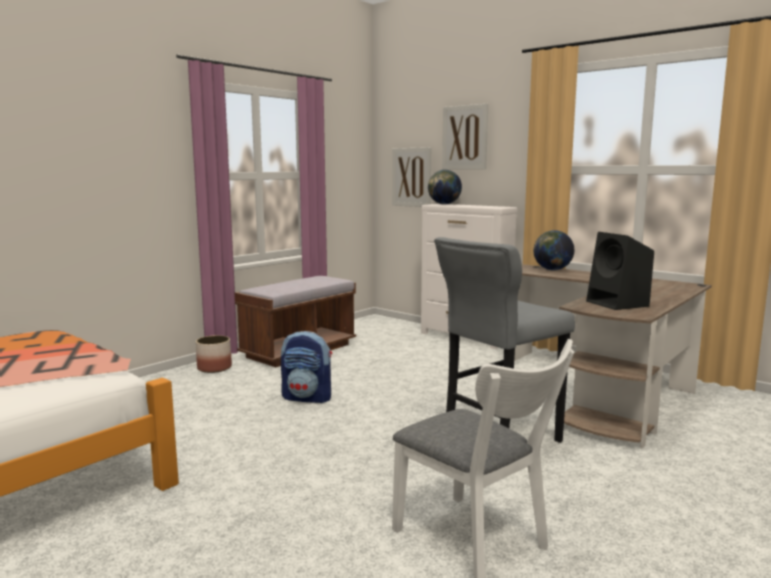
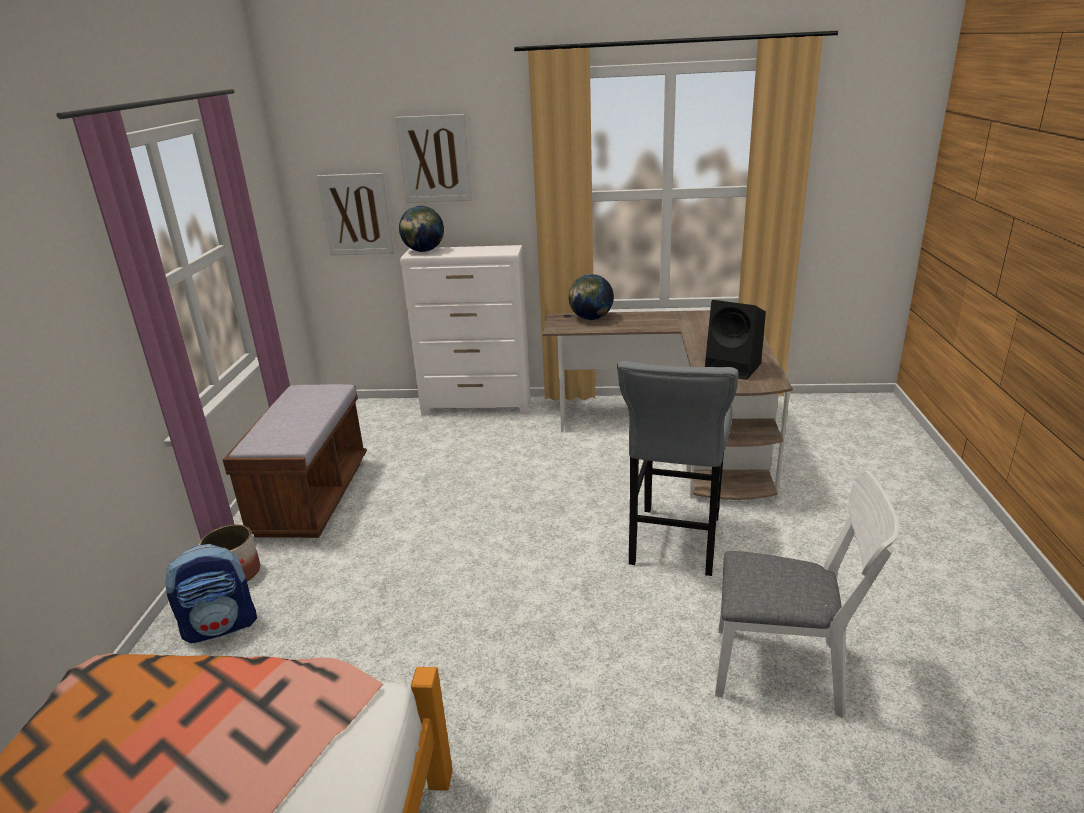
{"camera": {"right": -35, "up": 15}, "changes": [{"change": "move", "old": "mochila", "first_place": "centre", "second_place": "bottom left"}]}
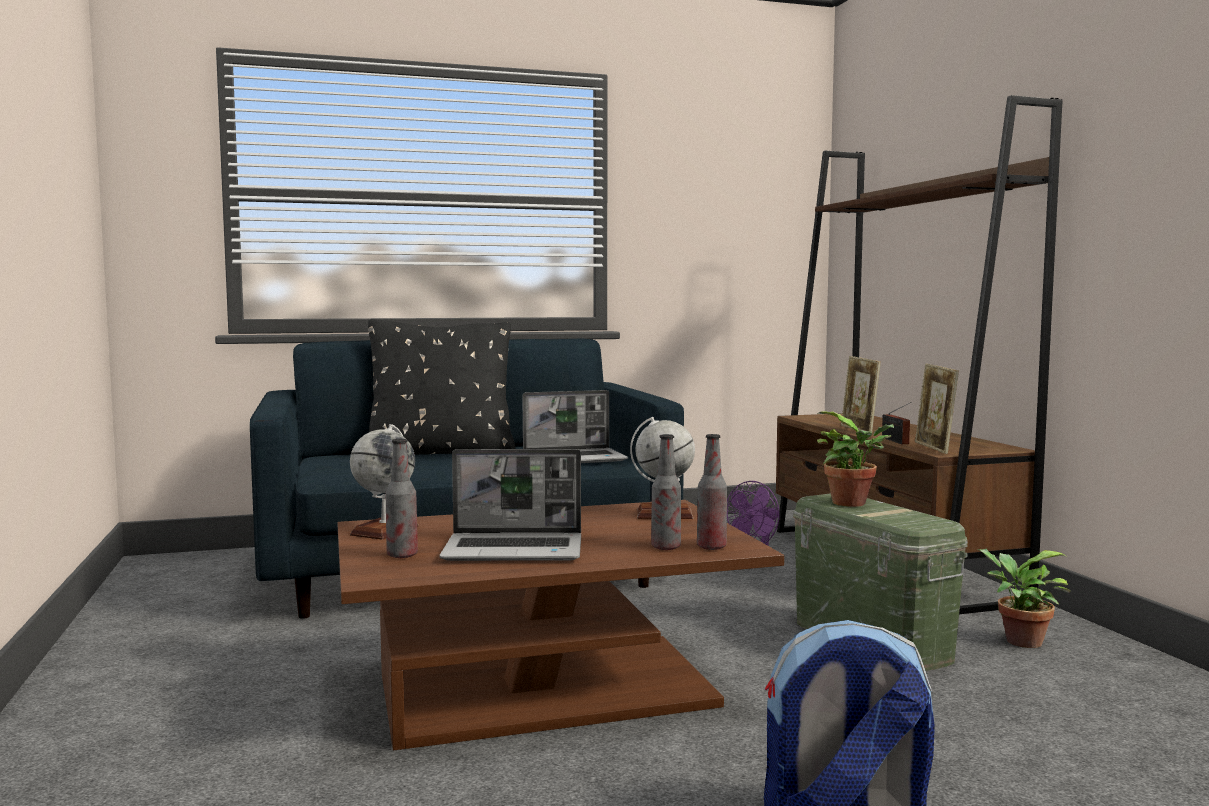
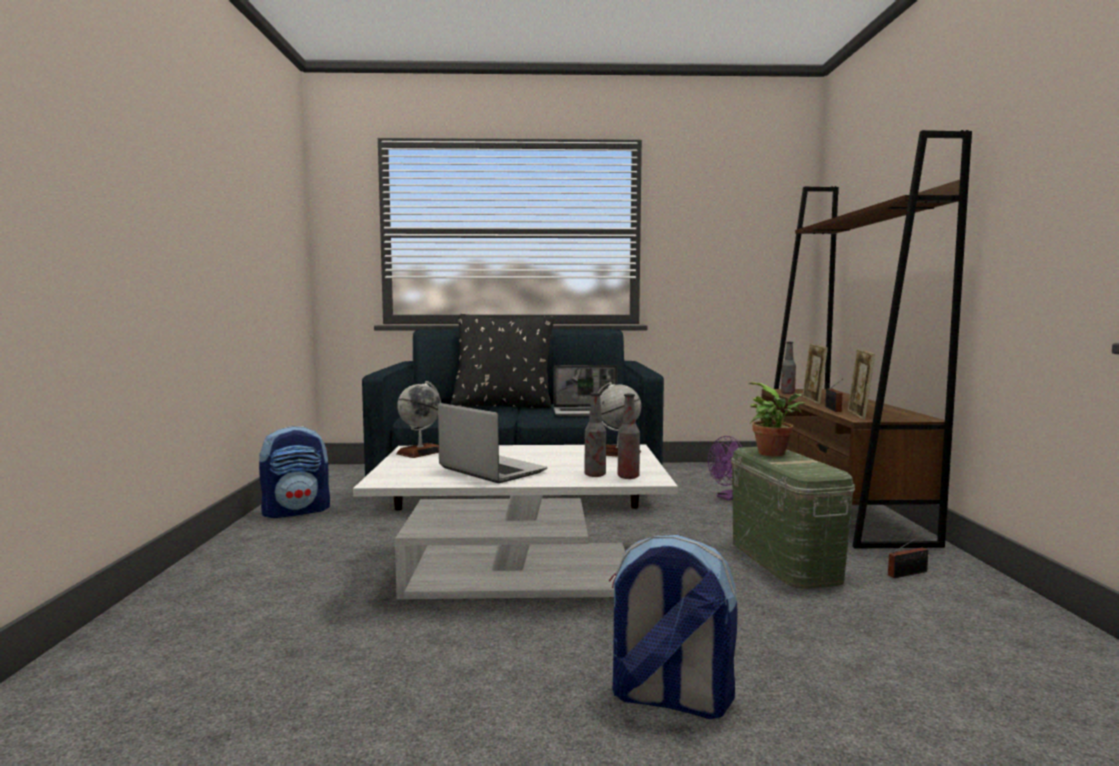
{"camera": {"right": 15, "up": 0}, "changes": [{"change": "recolor", "old": "mesa de centro (marrón)", "new": "mesa de centro (blanco)", "first_place": "bottom centre", "second_place": "bottom centre"}, {"change": "move", "old": "botella (1st from left in the first image)", "new": "botella (3rd from left)", "first_place": "middle left", "second_place": "middle right"}, {"change": "rotate", "old": "portátil (1st from left)", "first_place": "centre", "second_place": "centre", "degrees": -150}, {"change": "replace", "old": "planta en maceta (2nd from left)", "new": "radio (2nd from left)", "first_place": "bottom right", "second_place": "bottom right"}, {"change": "insert", "new": "mochila (1st from left)", "second_place": "middle left"}]}
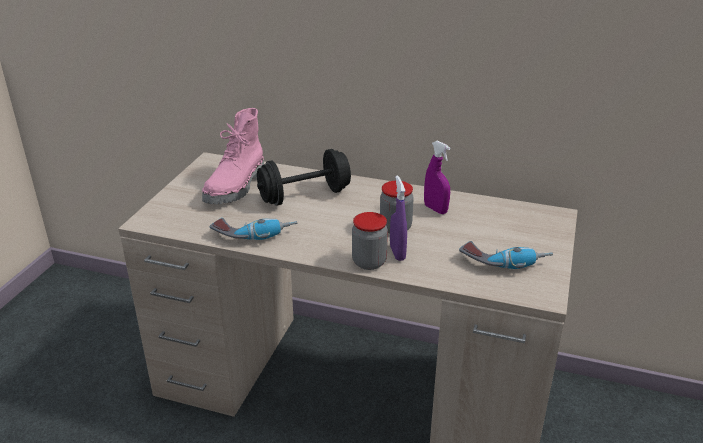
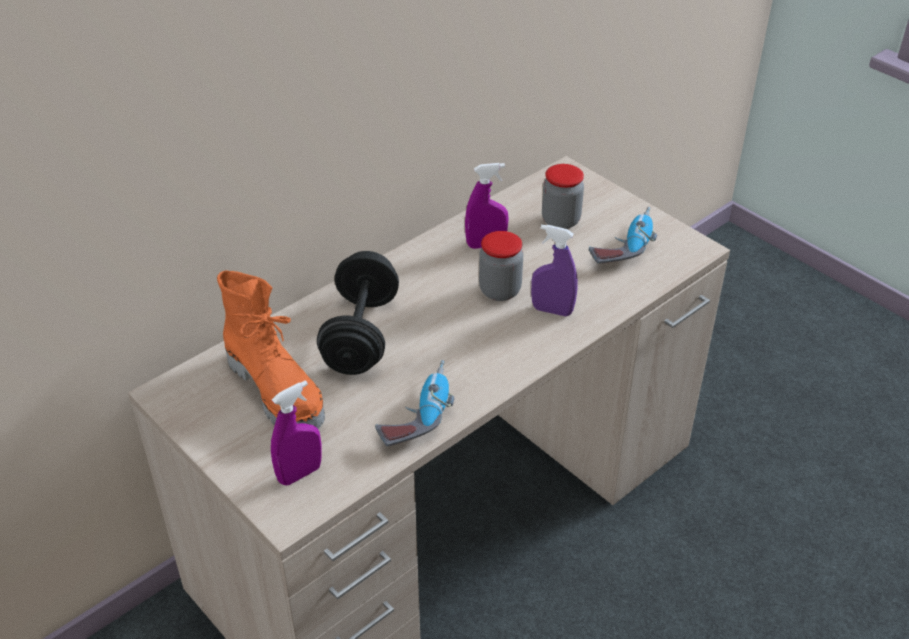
{"camera": {"right": -60, "up": 10}, "changes": [{"change": "recolor", "old": "bota (rosa)", "new": "bota (naranja)", "first_place": "middle left", "second_place": "middle left"}, {"change": "move", "old": "tarro (1st from left in the first image)", "new": "tarro (2nd from left)", "first_place": "centre", "second_place": "top centre"}, {"change": "insert", "new": "pulverizador (morado) (1st from left)", "second_place": "bottom left"}]}
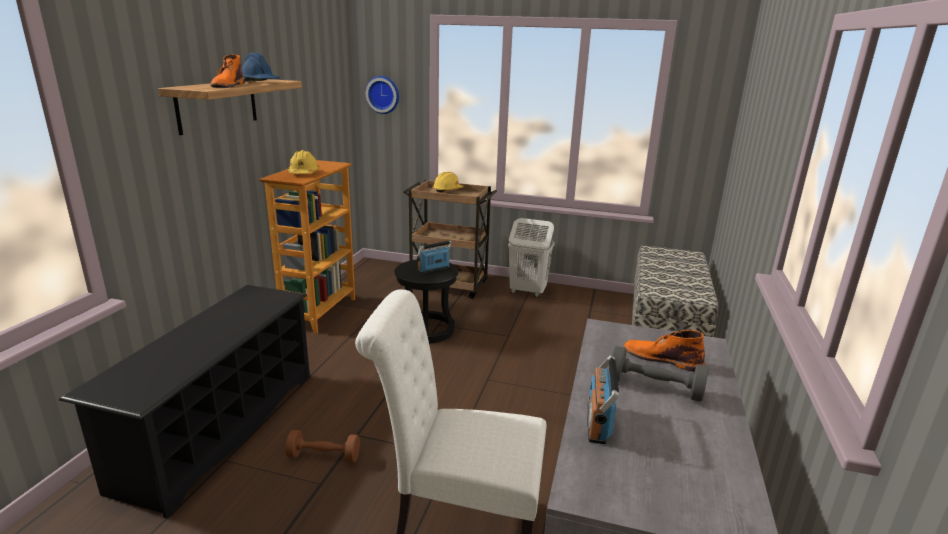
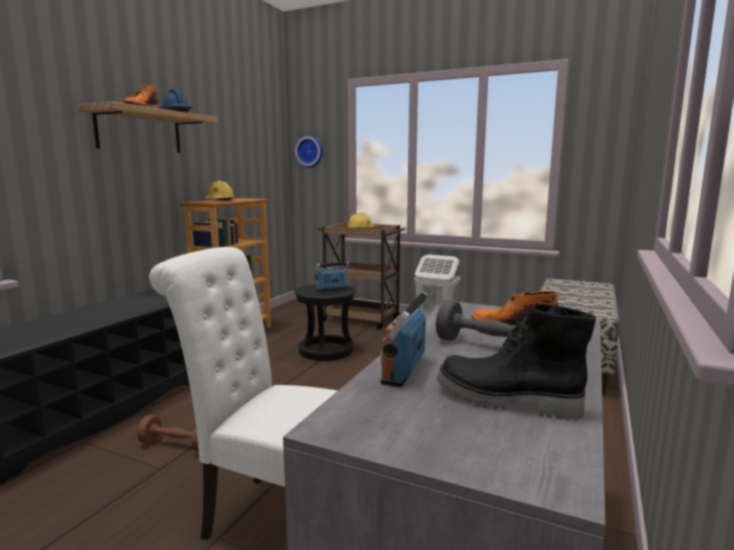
{"camera": {"right": 10, "up": -10}, "changes": [{"change": "insert", "new": "bota (negro)", "second_place": "middle right"}]}
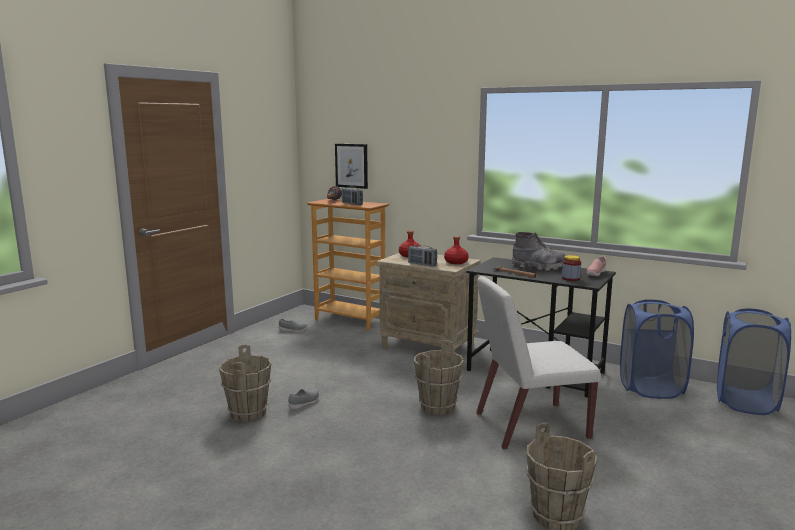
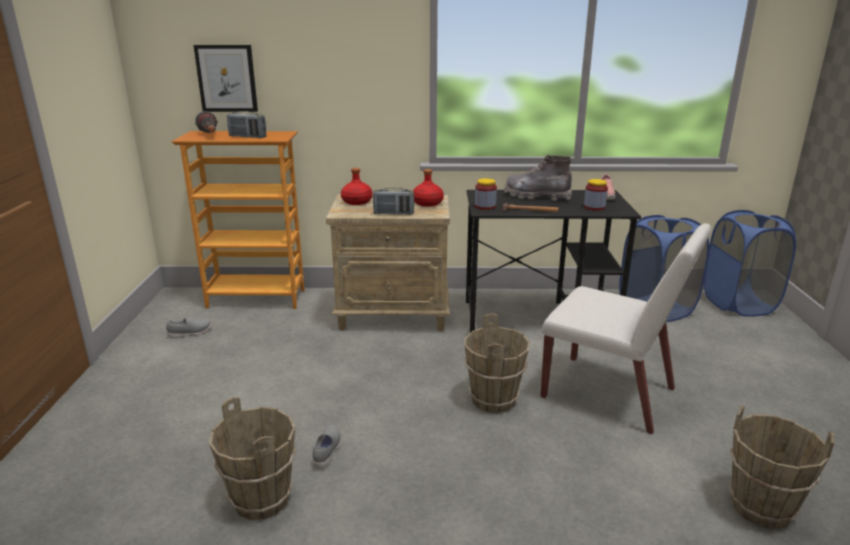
{"camera": {"right": -30, "up": 10}, "changes": [{"change": "rotate", "old": "silla (blanco)", "first_place": "bottom right", "second_place": "middle right", "degrees": -105}, {"change": "rotate", "old": "bota (gris)", "first_place": "middle right", "second_place": "top centre", "degrees": -150}, {"change": "insert", "new": "tarro (1st from left)", "second_place": "centre"}]}
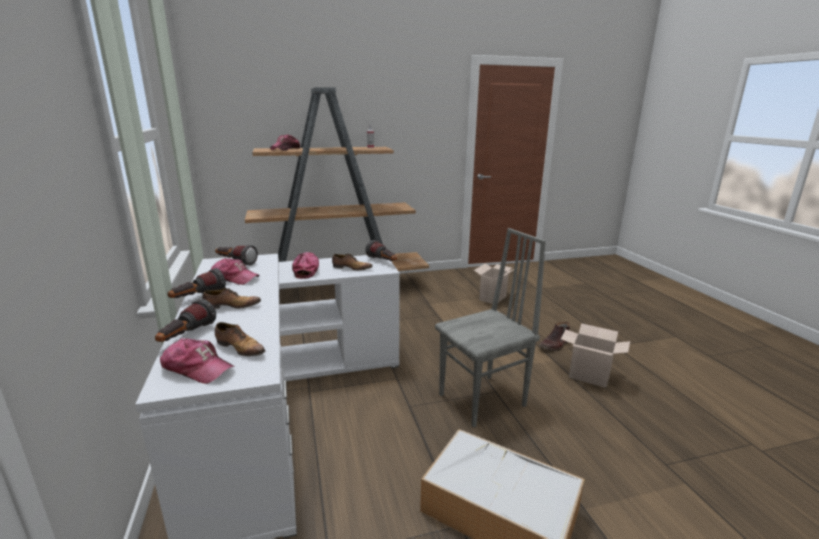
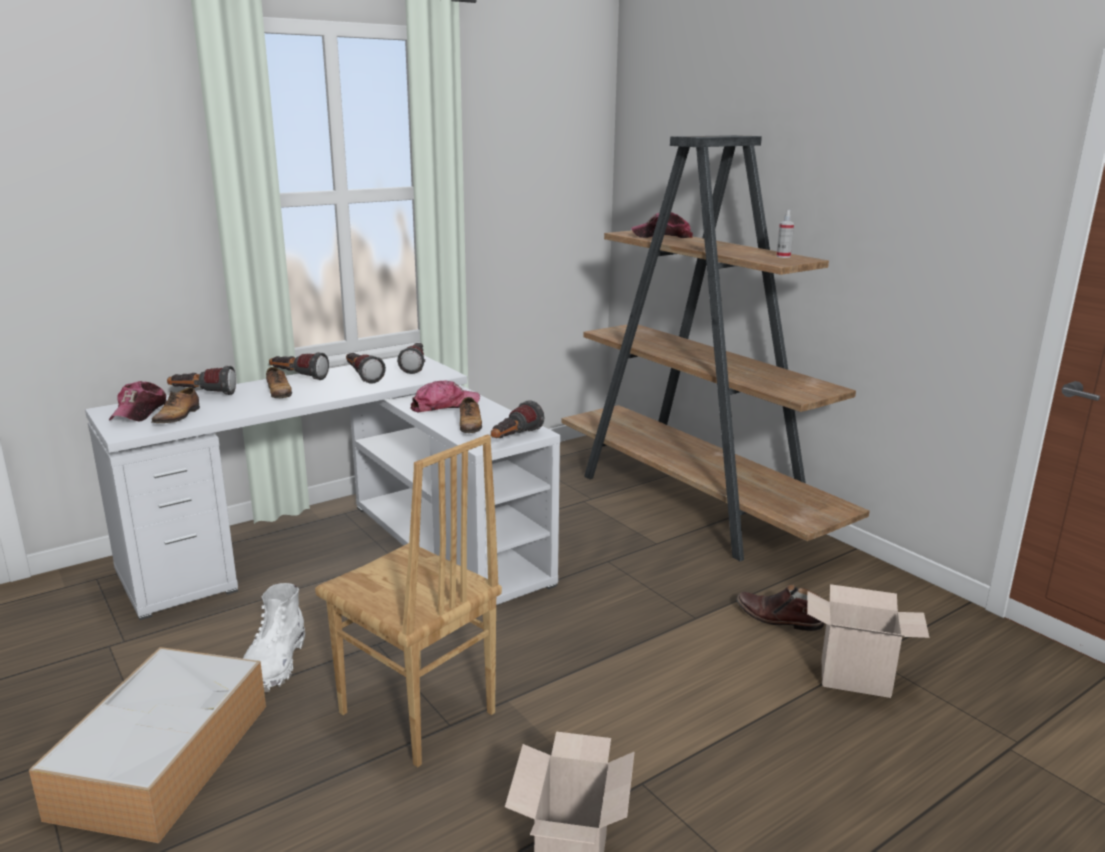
{"camera": {"right": 70, "up": 0}, "changes": [{"change": "replace", "old": "gorra (2nd from left)", "new": "linterna (3rd from left)", "first_place": "middle left", "second_place": "middle left"}, {"change": "recolor", "old": "silla (gris)", "new": "silla (marrón)", "first_place": "centre", "second_place": "bottom centre"}, {"change": "move", "old": "bota (marrón)", "first_place": "middle right", "second_place": "bottom right"}, {"change": "insert", "new": "bota (blanco)", "second_place": "bottom left"}]}
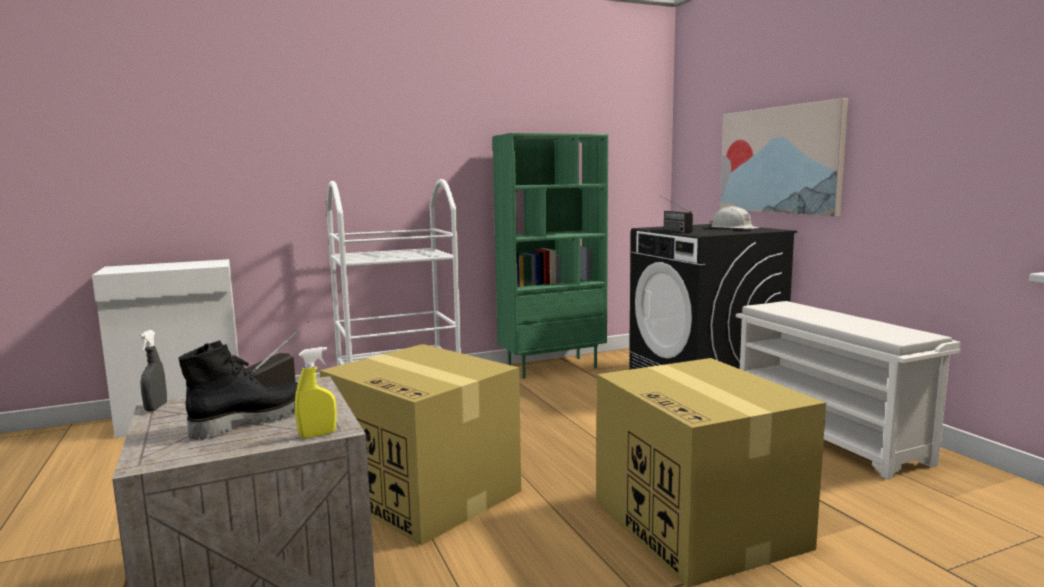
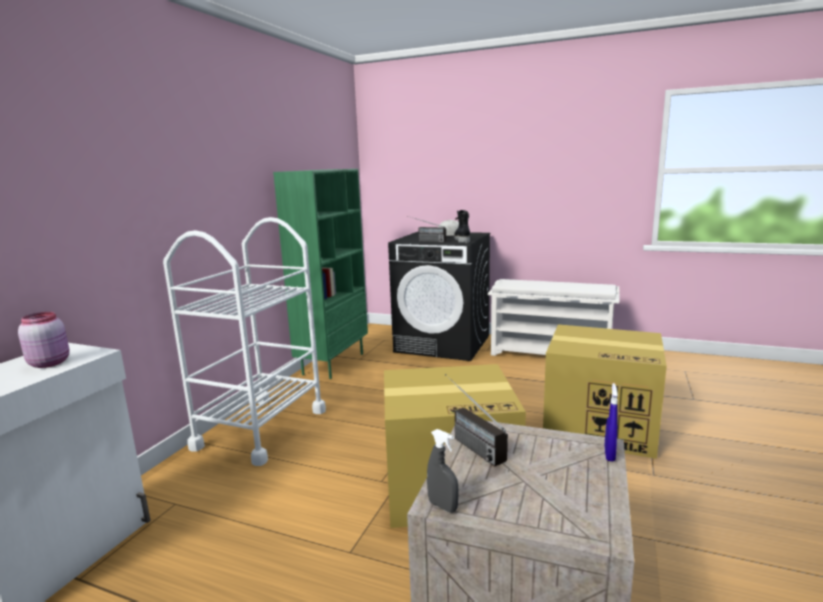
{"camera": {"right": -45, "up": 5}, "changes": [{"change": "move", "old": "bota (negro)", "first_place": "middle left", "second_place": "centre"}, {"change": "recolor", "old": "pulverizador (amarillo)", "new": "pulverizador (azul)", "first_place": "bottom left", "second_place": "bottom right"}, {"change": "delete", "old": "cuadro", "first_place": "top right"}, {"change": "insert", "new": "tarro (rosa)", "second_place": "middle left"}]}
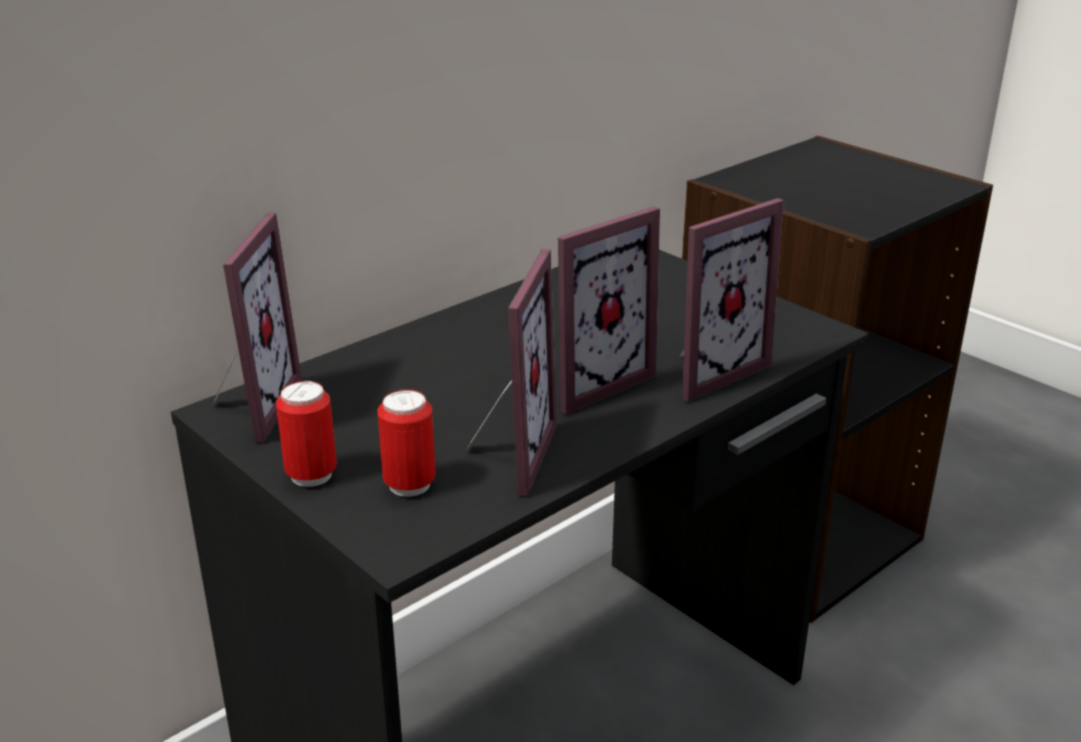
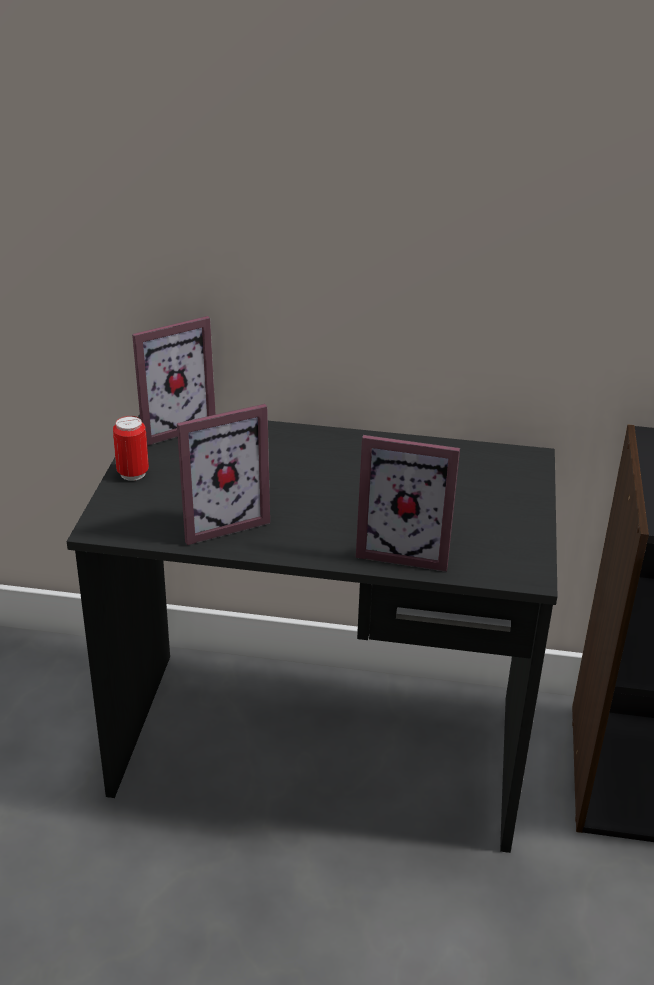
{"camera": {"right": 50, "up": 5}, "changes": [{"change": "delete", "old": "lata (2nd from left)", "first_place": "centre"}, {"change": "delete", "old": "portarretratos (3rd from left)", "first_place": "centre"}]}
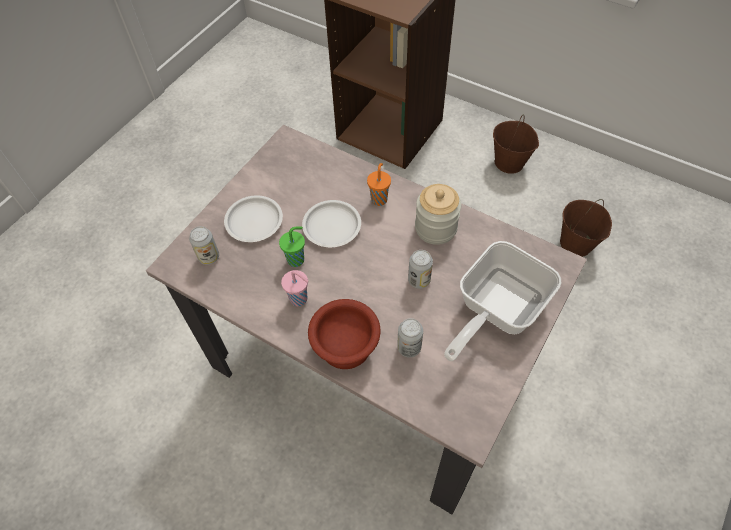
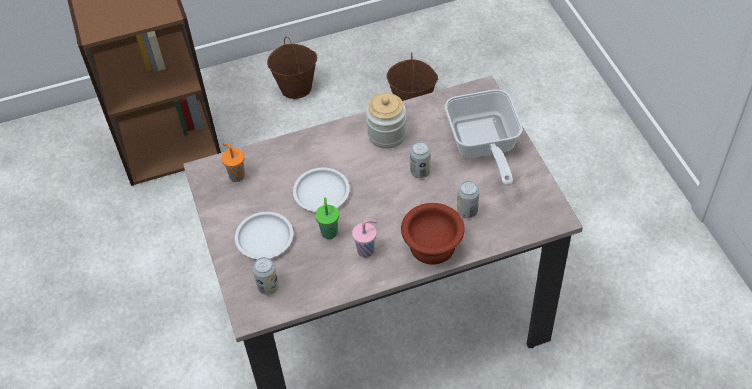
{"camera": {"right": -50, "up": -5}, "changes": [{"change": "move", "old": "taza (naranja)", "first_place": "centre", "second_place": "middle left"}]}
